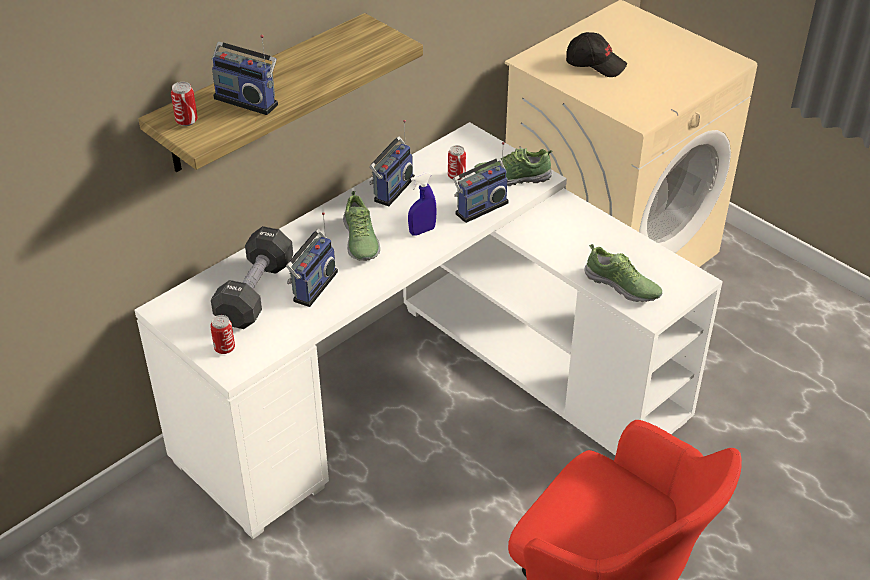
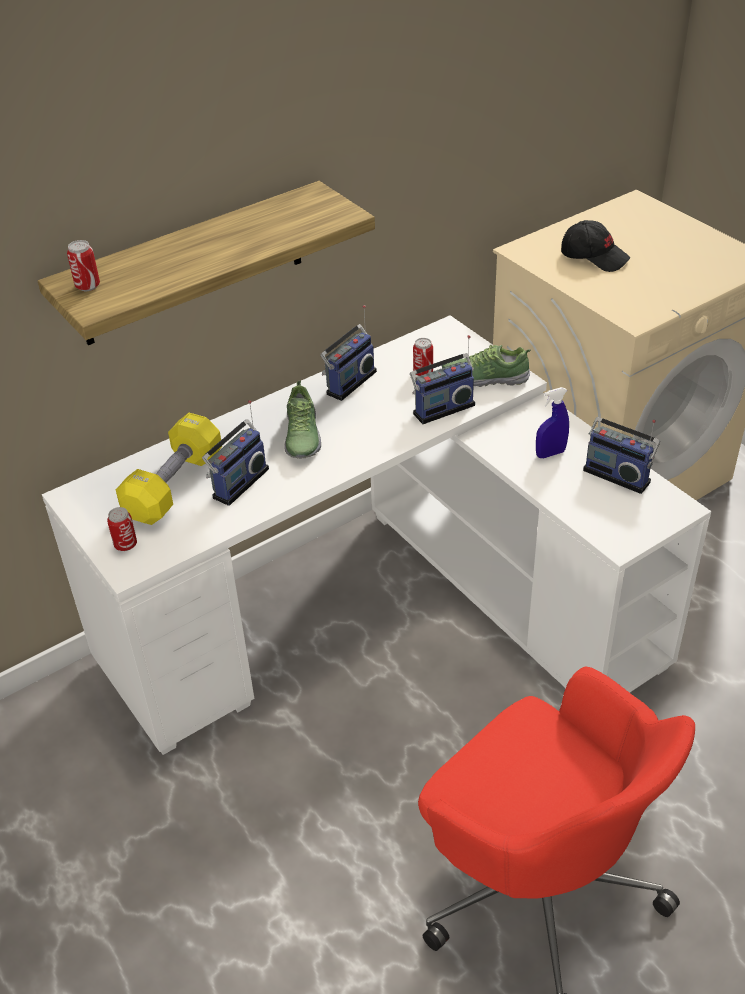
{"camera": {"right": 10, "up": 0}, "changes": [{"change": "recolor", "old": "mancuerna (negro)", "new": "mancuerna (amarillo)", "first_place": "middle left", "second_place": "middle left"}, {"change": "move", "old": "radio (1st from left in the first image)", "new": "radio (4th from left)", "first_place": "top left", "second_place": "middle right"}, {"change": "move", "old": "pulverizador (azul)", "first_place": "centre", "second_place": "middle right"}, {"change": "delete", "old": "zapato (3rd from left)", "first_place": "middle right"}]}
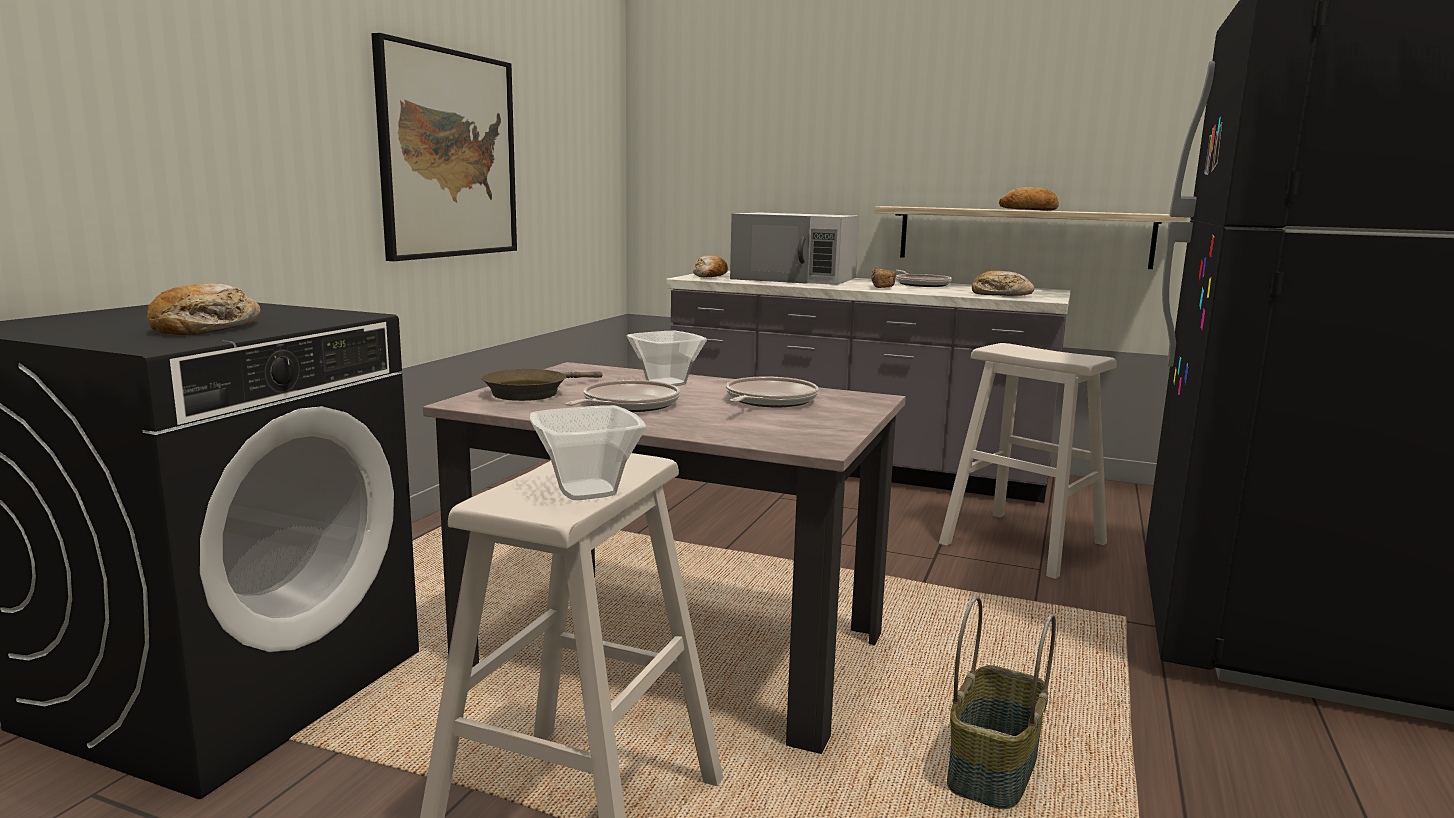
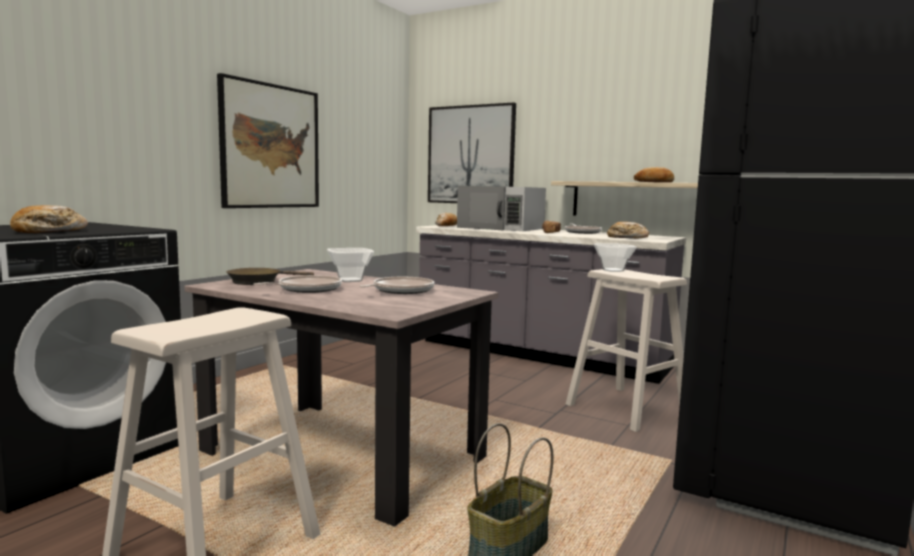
{"camera": {"right": 10, "up": -5}, "changes": [{"change": "move", "old": "cuenco (1st from left in the first image)", "new": "cuenco (2nd from left)", "first_place": "centre", "second_place": "middle right"}, {"change": "insert", "new": "cuadro (2nd from left)", "second_place": "top centre"}]}
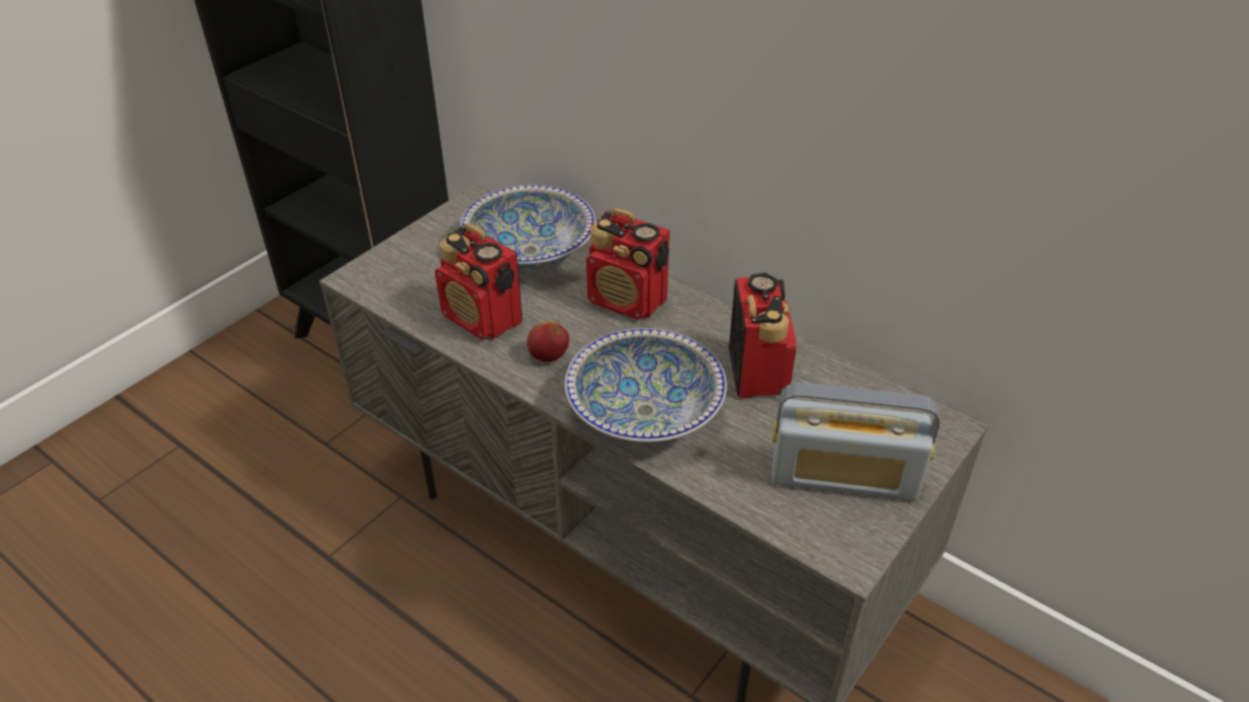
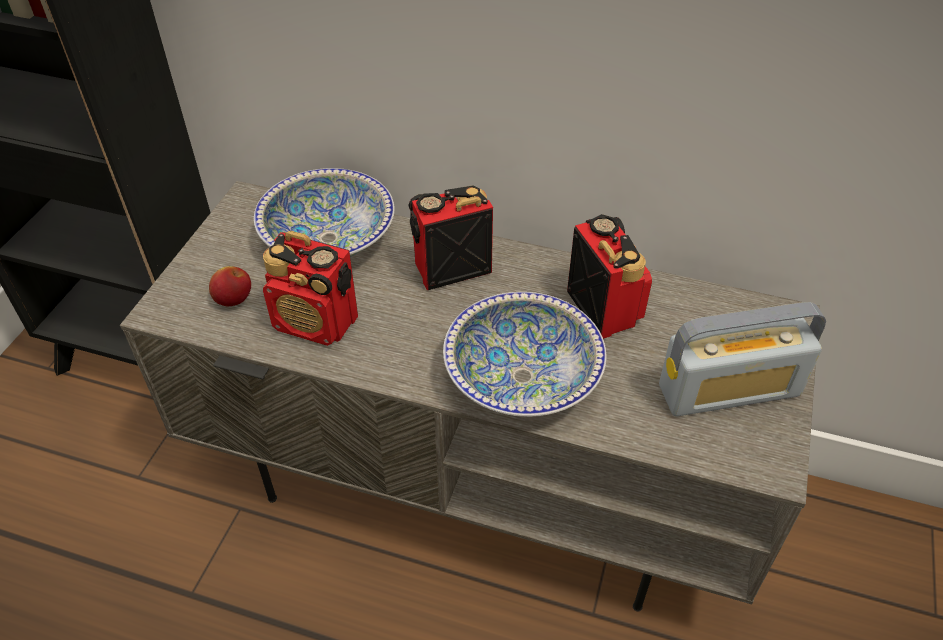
{"camera": {"right": -20, "up": 5}, "changes": [{"change": "move", "old": "manzana", "first_place": "centre", "second_place": "middle left"}, {"change": "rotate", "old": "radio (2nd from left)", "first_place": "centre", "second_place": "centre", "degrees": 150}]}
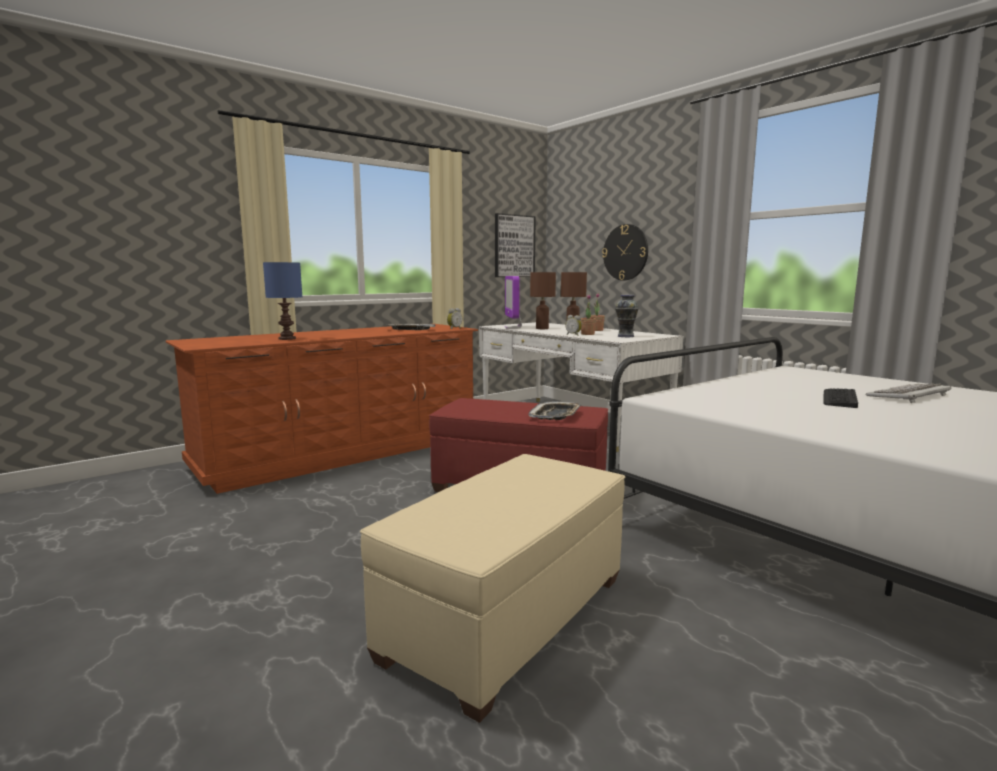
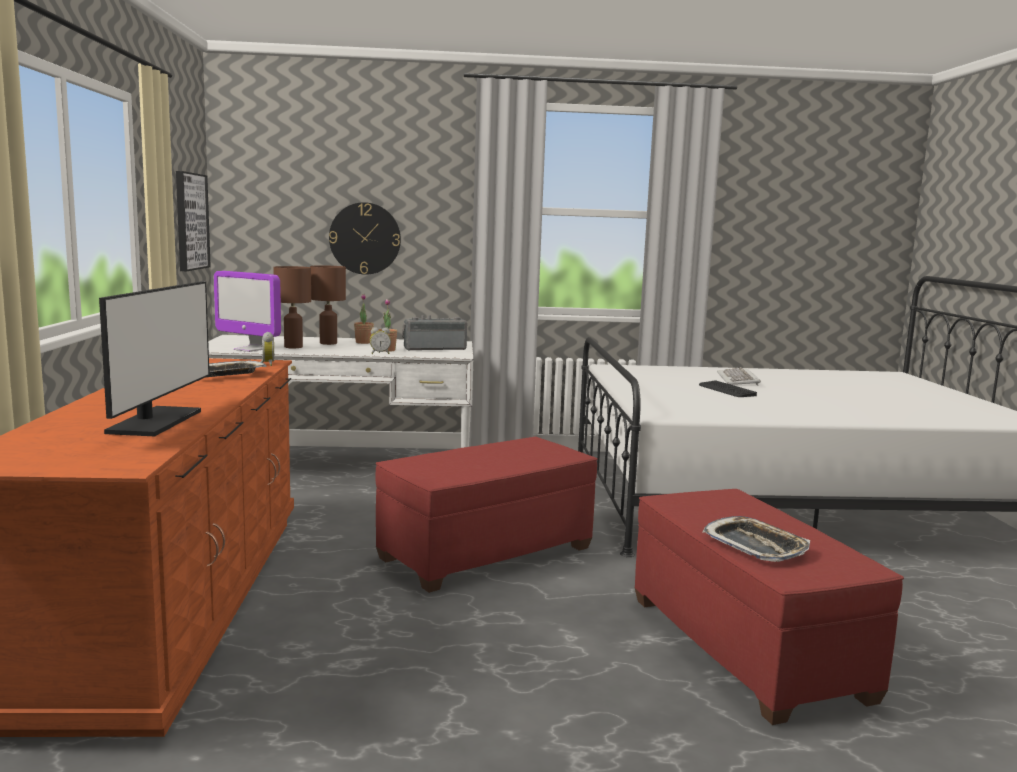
{"camera": {"right": -55, "up": 0}, "changes": [{"change": "replace", "old": "lámpara de mesa (azul)", "new": "monitor (1st from left)", "first_place": "middle left", "second_place": "middle left"}, {"change": "recolor", "old": "puf (beis)", "new": "puf (rojo) (2nd from left)", "first_place": "bottom centre", "second_place": "bottom right"}, {"change": "move", "old": "bandeja (2nd from left)", "first_place": "centre", "second_place": "bottom right"}, {"change": "replace", "old": "florero", "new": "radio", "first_place": "centre", "second_place": "centre"}]}
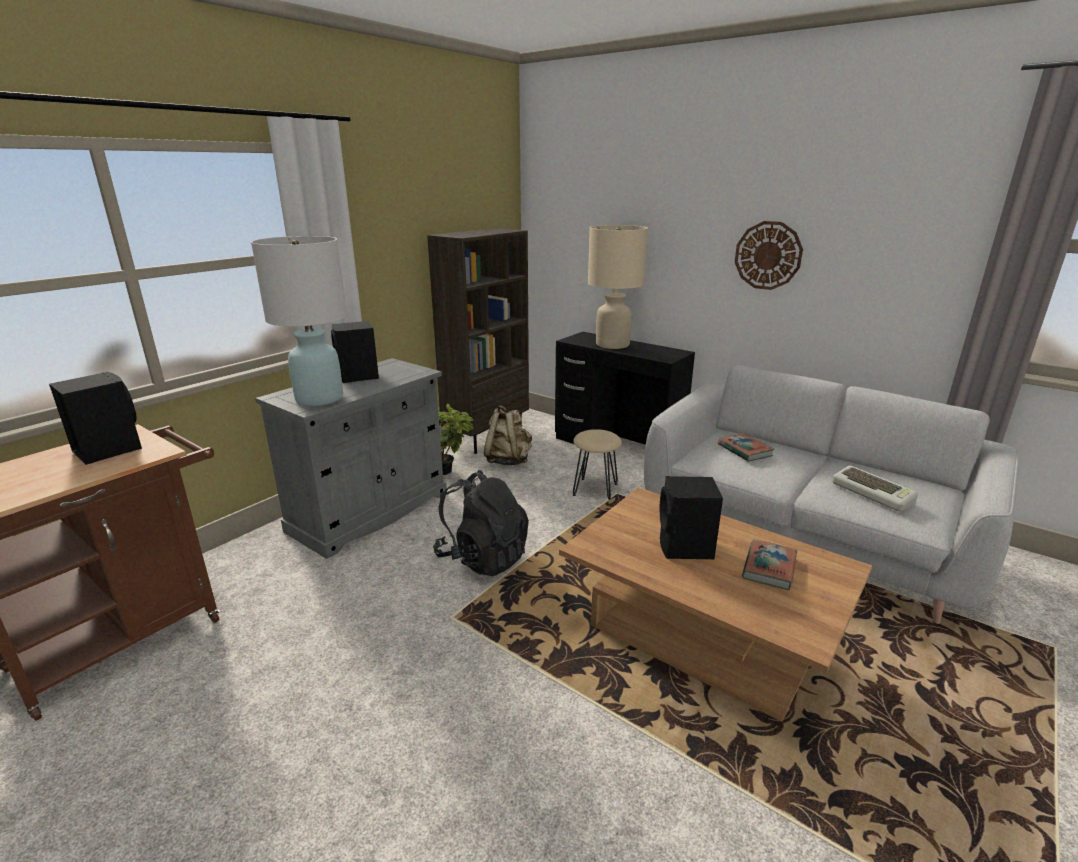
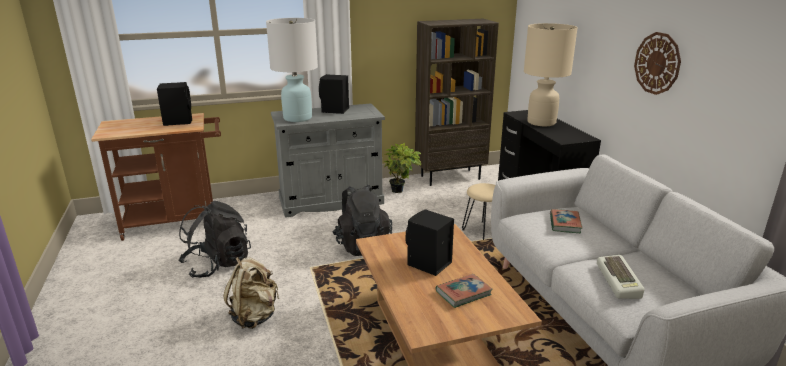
{"camera": {"right": 35, "up": 0}, "changes": [{"change": "move", "old": "mochila (beis)", "first_place": "centre", "second_place": "bottom left"}, {"change": "insert", "new": "mochila (negro) (1st from left)", "second_place": "middle left"}]}
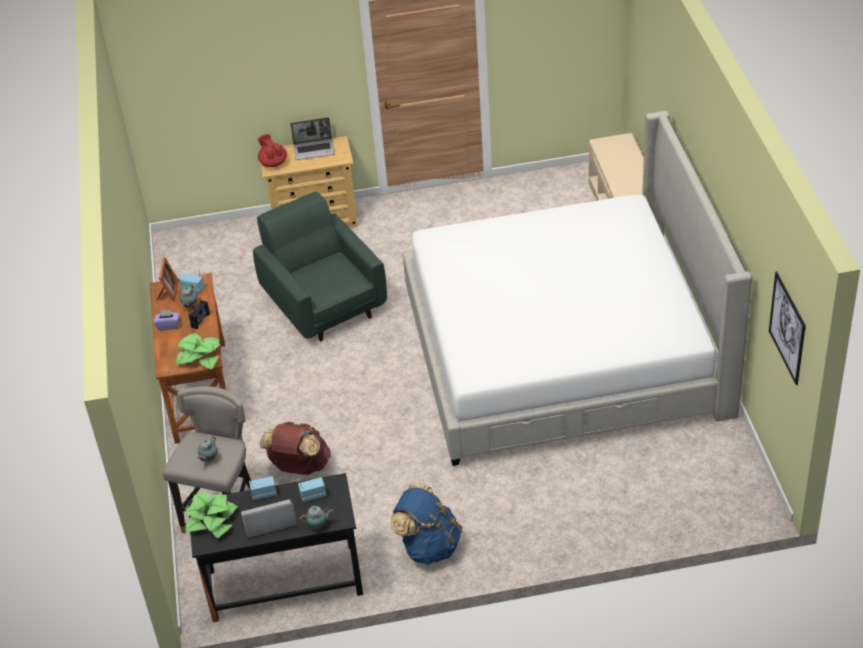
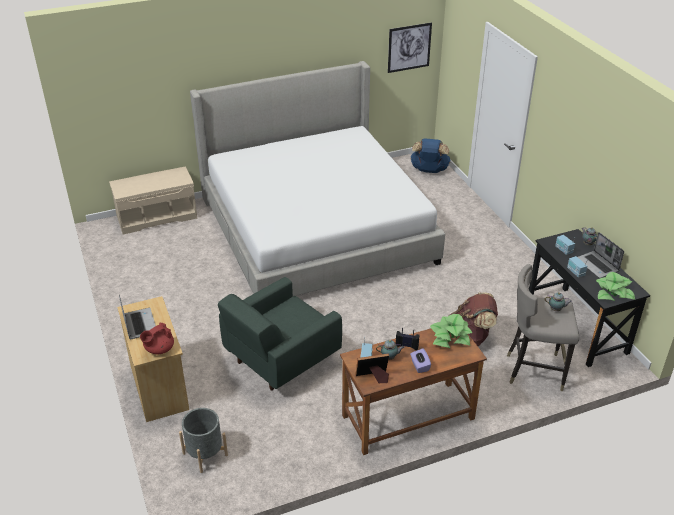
{"camera": {"right": -105, "up": -5}, "changes": [{"change": "move", "old": "mochila (azul)", "first_place": "bottom centre", "second_place": "top centre"}, {"change": "insert", "new": "maceta (gris)", "second_place": "bottom left"}]}
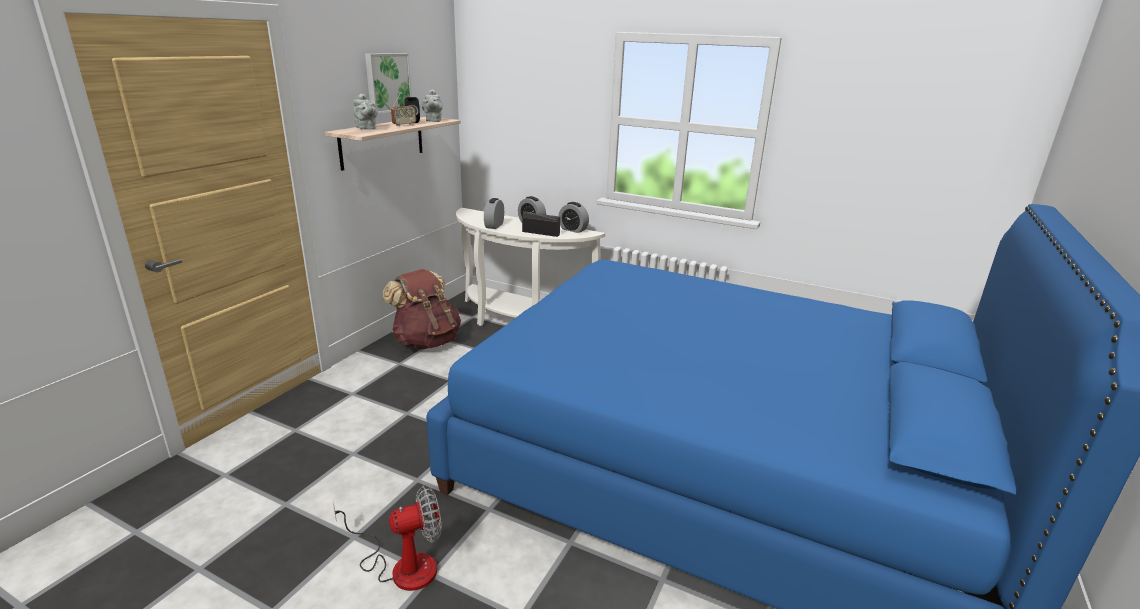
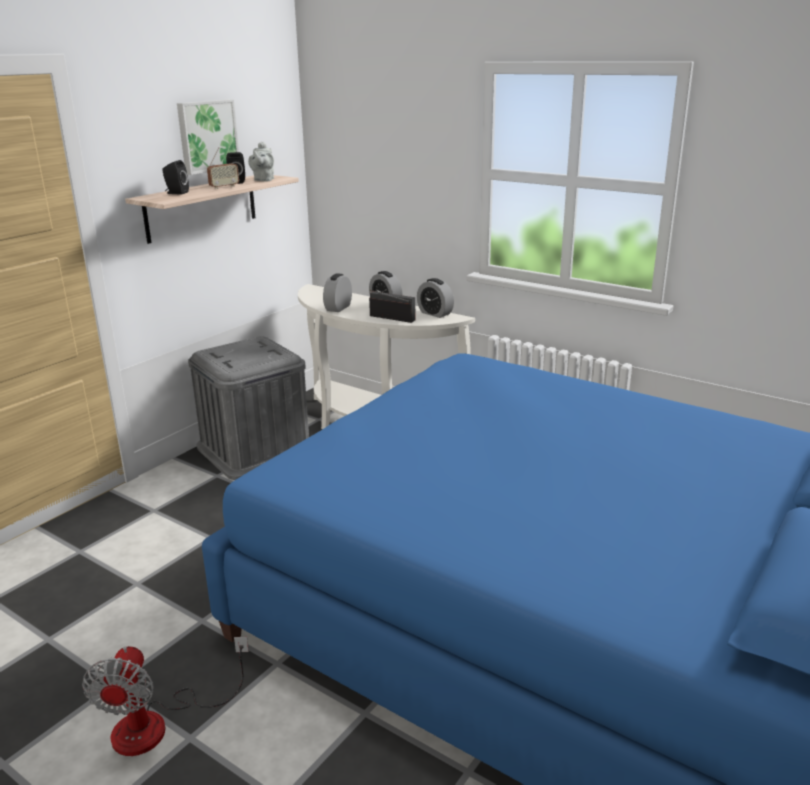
{"camera": {"right": 10, "up": 0}, "changes": [{"change": "rotate", "old": "ventilador", "first_place": "bottom centre", "second_place": "bottom left", "degrees": 105}, {"change": "replace", "old": "tetera (gris) (1st from left)", "new": "altavoz (negro) (1st from left)", "first_place": "top left", "second_place": "top left"}, {"change": "replace", "old": "mochila (marrón)", "new": "caja de almacenaje (gris)", "first_place": "centre", "second_place": "middle left"}]}
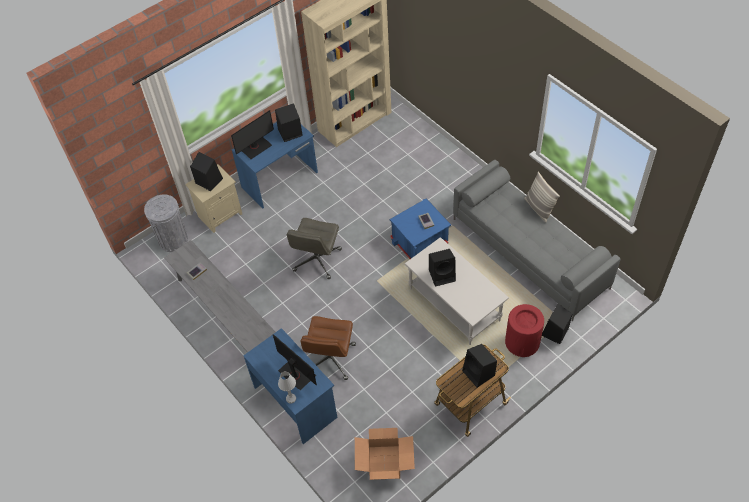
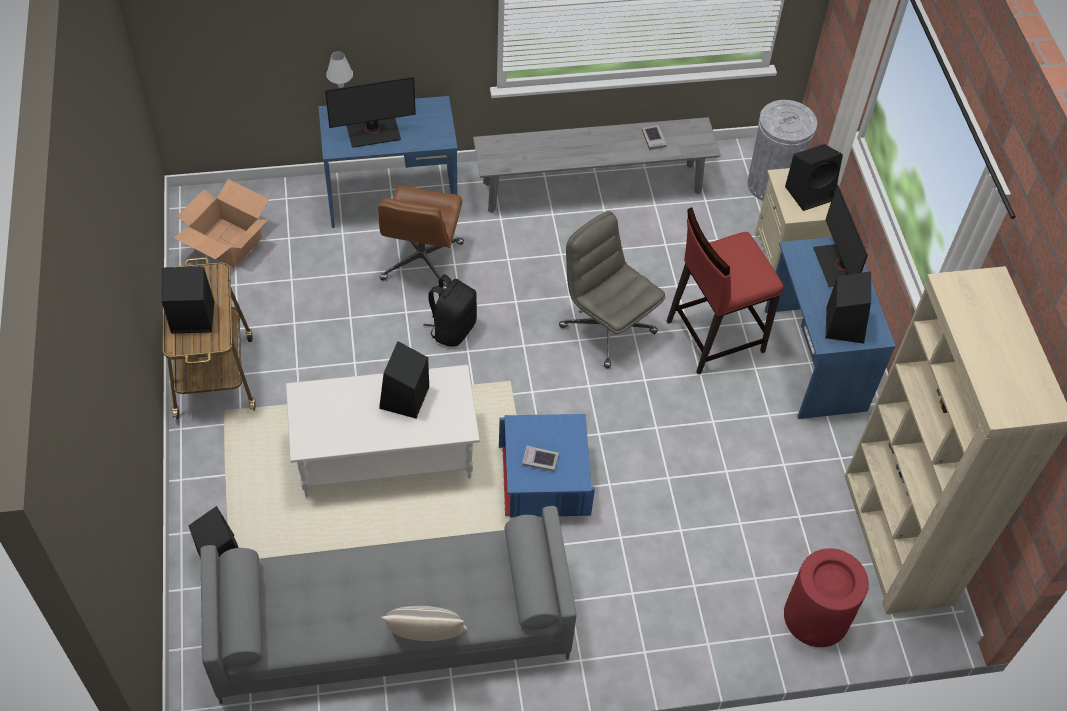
{"camera": {"right": 115, "up": 0}, "changes": [{"change": "rotate", "old": "silla de oficina (marrón)", "first_place": "bottom centre", "second_place": "centre", "degrees": -120}, {"change": "move", "old": "papelera (rojo)", "first_place": "middle right", "second_place": "bottom right"}, {"change": "insert", "new": "mochila (negro)", "second_place": "centre"}, {"change": "insert", "new": "taburete (rojo)", "second_place": "middle right"}]}
